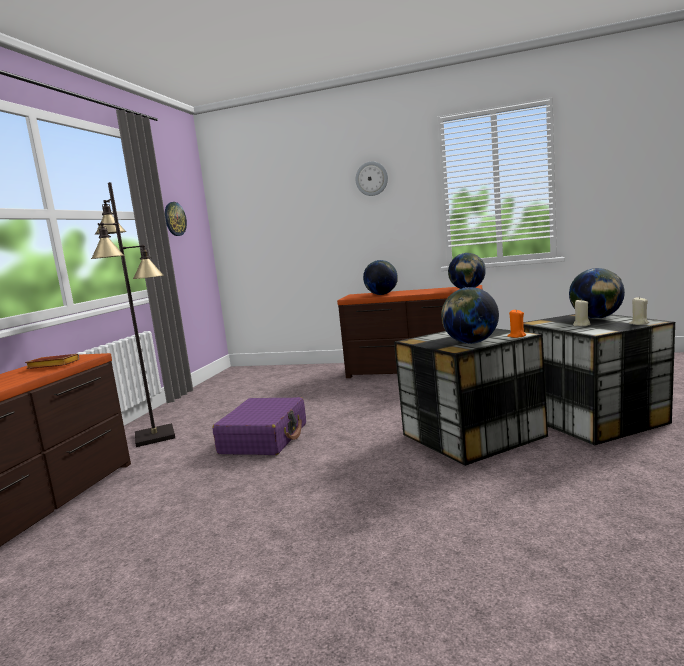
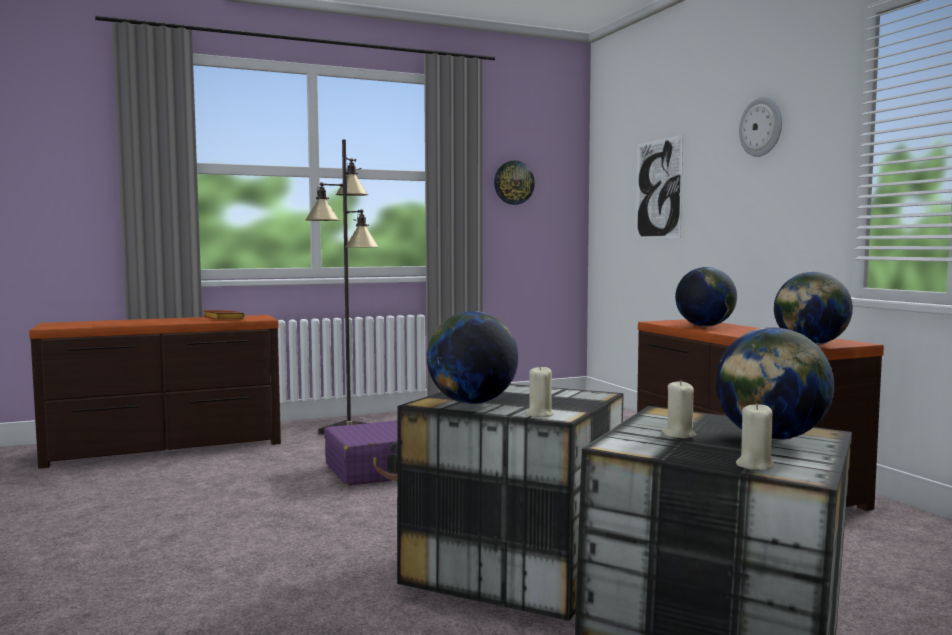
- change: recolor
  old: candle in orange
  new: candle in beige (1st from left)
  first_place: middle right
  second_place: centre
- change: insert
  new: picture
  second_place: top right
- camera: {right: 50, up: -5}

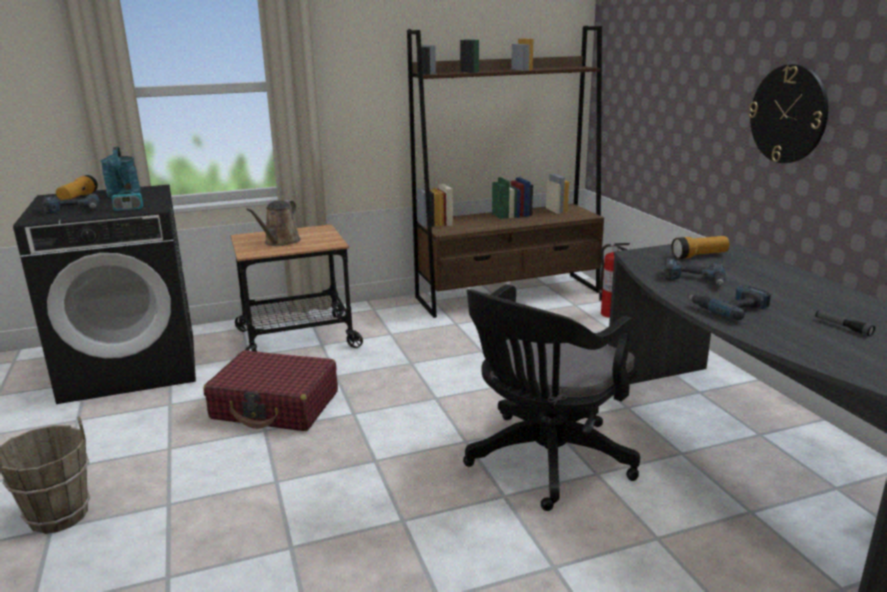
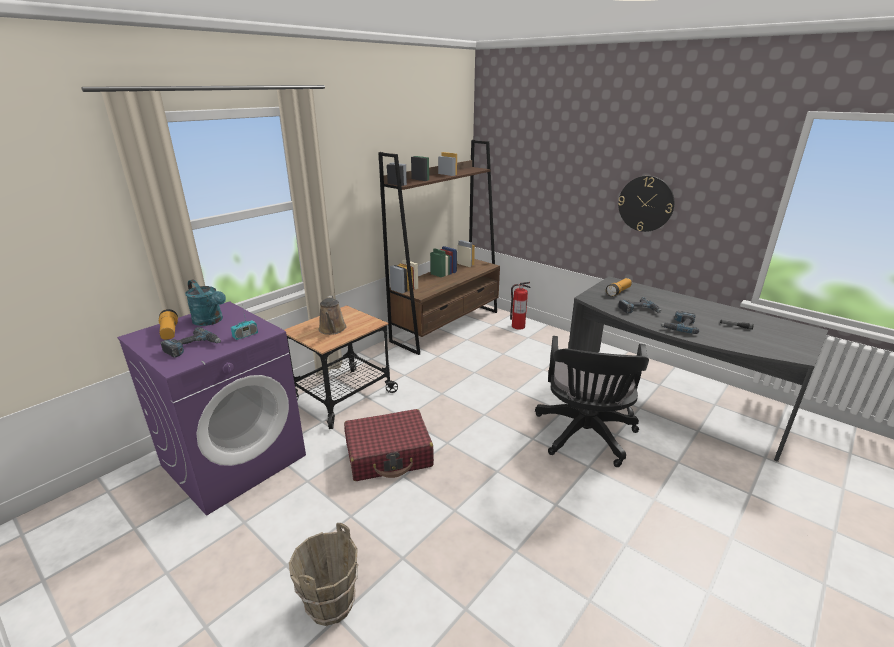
- change: recolor
  old: washing machine in black
  new: washing machine in purple
  first_place: middle left
  second_place: middle left
- camera: {right: -30, up: 5}

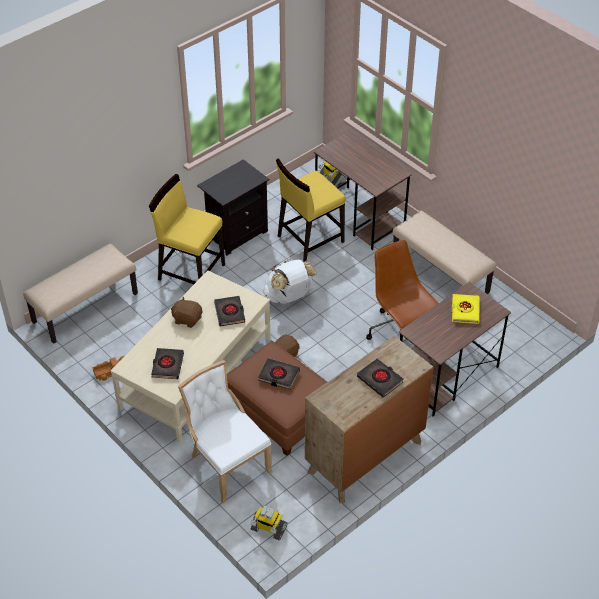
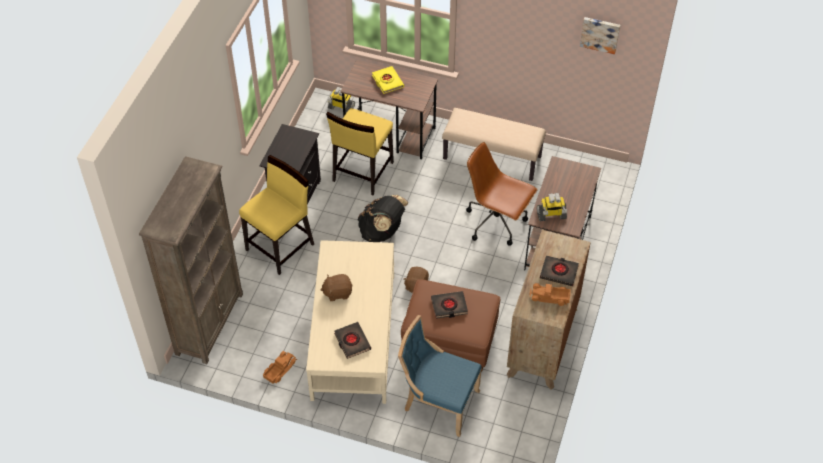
- change: replace
  old: bench in beige (1st from left)
  new: bookcase in brown
  first_place: middle left
  second_place: middle left
- change: rotate
  old: chair in yellow (1st from left)
  first_place: middle left
  second_place: centre
  degrees: 135
- change: recolor
  old: backpack in white
  new: backpack in black
  first_place: centre
  second_place: centre
- change: move
  old: book in yellow
  first_place: middle right
  second_place: top centre
- change: recolor
  old: chair in white
  new: chair in blue
  first_place: bottom centre
  second_place: bottom centre
- change: insert
  new: toy truck (2nd from left)
  second_place: middle right
- change: move
  old: toy robot (1st from left in the first image)
  new: toy robot (2nd from left)
  first_place: bottom centre
  second_place: middle right
- change: insert
  new: picture
  second_place: top right
- change: delete
  old: book in black (2nd from left)
  first_place: centre
- camera: {right: -30, up: 5}

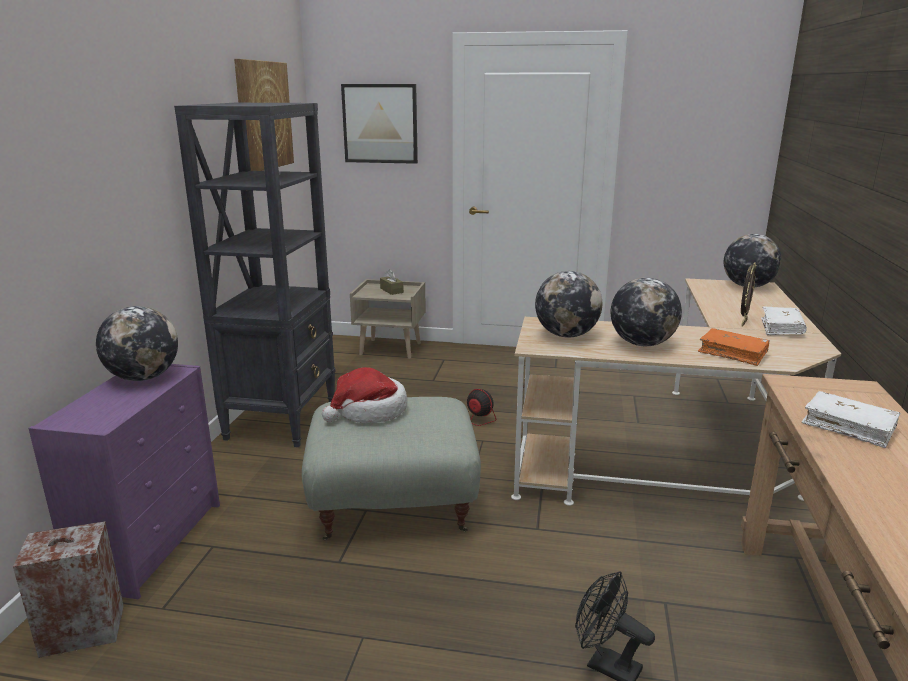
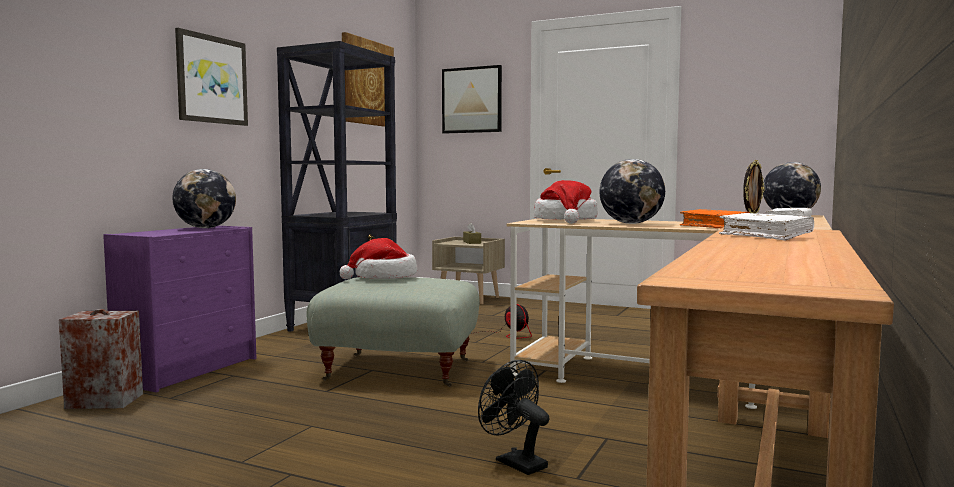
- change: insert
  new: picture (1st from left)
  second_place: top left
- change: replace
  old: globe (2nd from left)
  new: hat (2nd from left)
  first_place: centre
  second_place: centre
- camera: {right: 15, up: -15}

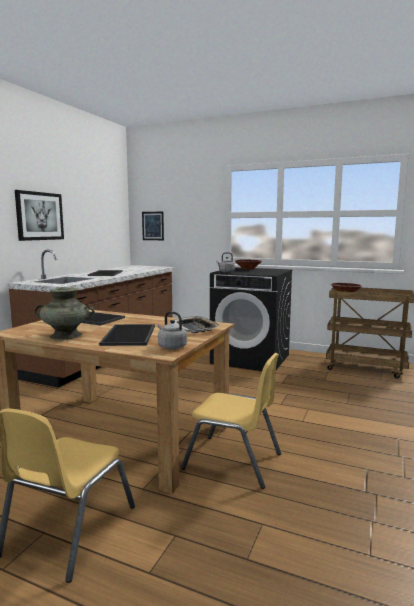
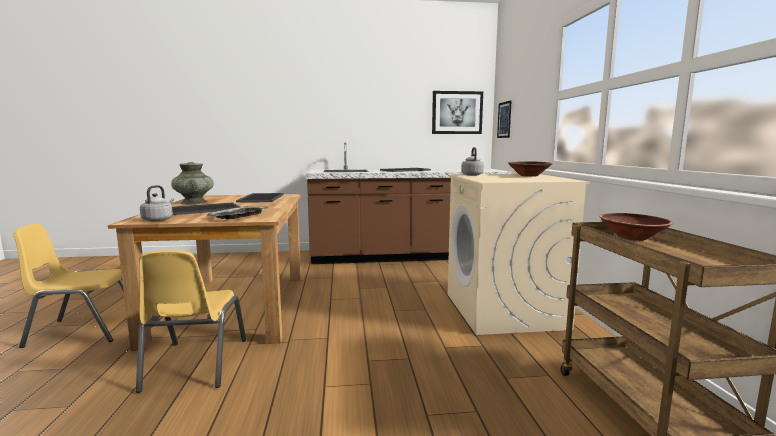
- change: move
  old: picture (1st from left)
  first_place: middle left
  second_place: top centre
- change: recolor
  old: washing machine in black
  new: washing machine in beige
  first_place: centre
  second_place: middle right
- camera: {right: 60, up: 0}

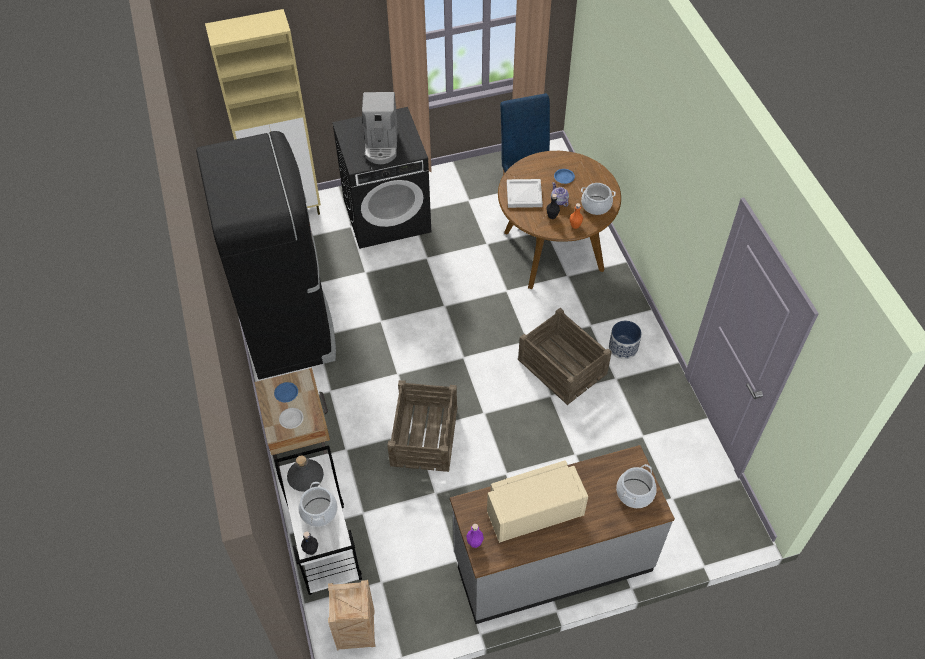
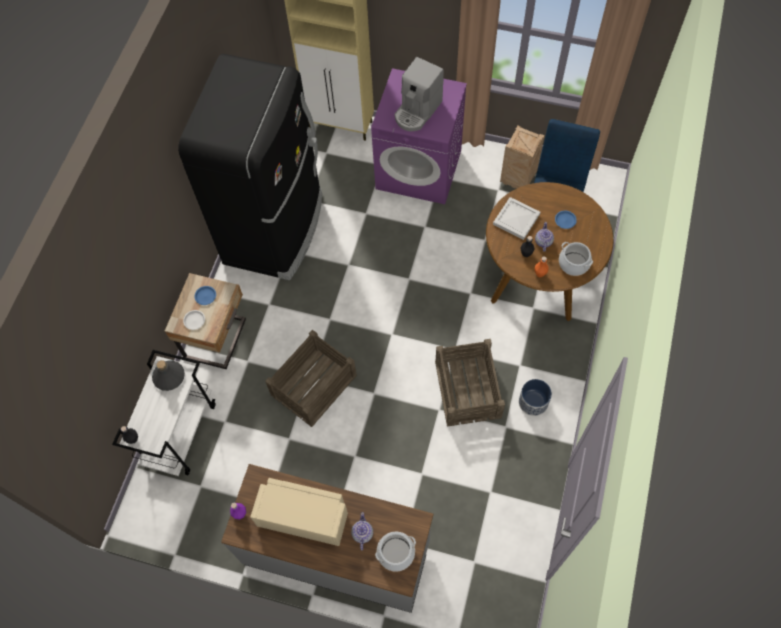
- change: insert
  new: teapot (1st from left)
  second_place: bottom centre
- change: recolor
  old: washing machine in black
  new: washing machine in purple
  first_place: top centre
  second_place: top centre
- change: move
  old: crate (1st from left in the first image)
  new: crate (3rd from left)
  first_place: bottom centre
  second_place: top right
- change: delete
  old: cooking pot (1st from left)
  first_place: bottom centre
- camera: {right: 35, up: 10}

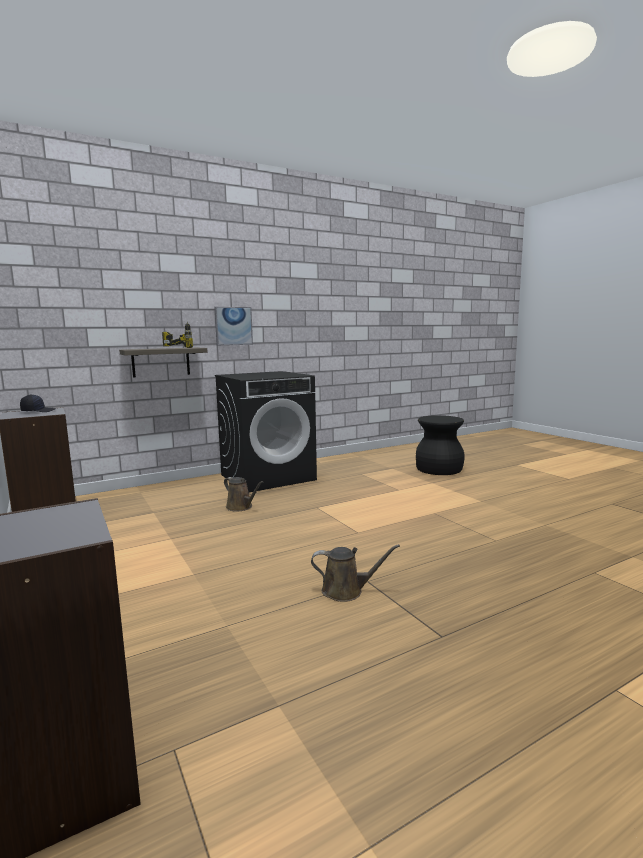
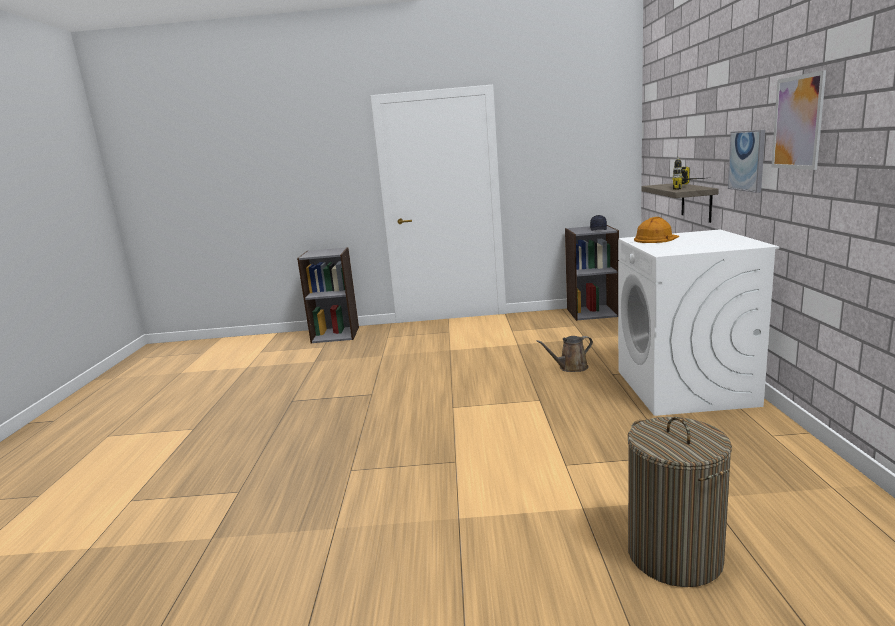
- change: recolor
  old: washing machine in black
  new: washing machine in white
  first_place: centre
  second_place: middle right
- change: replace
  old: stool in black
  new: laundry basket
  first_place: middle right
  second_place: bottom right
- change: insert
  new: hard hat in orange
  second_place: middle right
- change: insert
  new: picture (2nd from left)
  second_place: top right
- change: delete
  old: watering can in brown (2nd from left)
  first_place: bottom centre
- camera: {right: 120, up: 5}

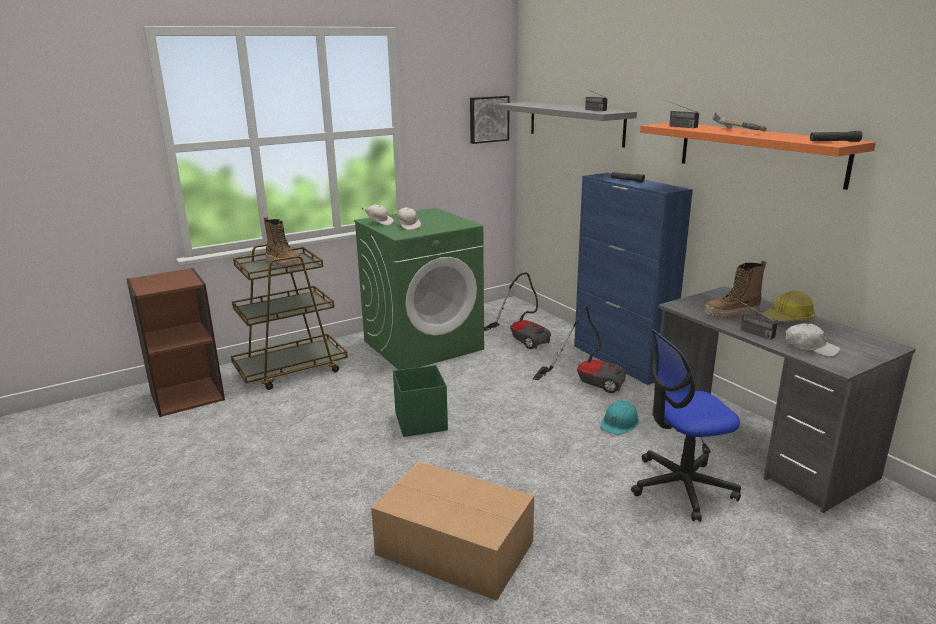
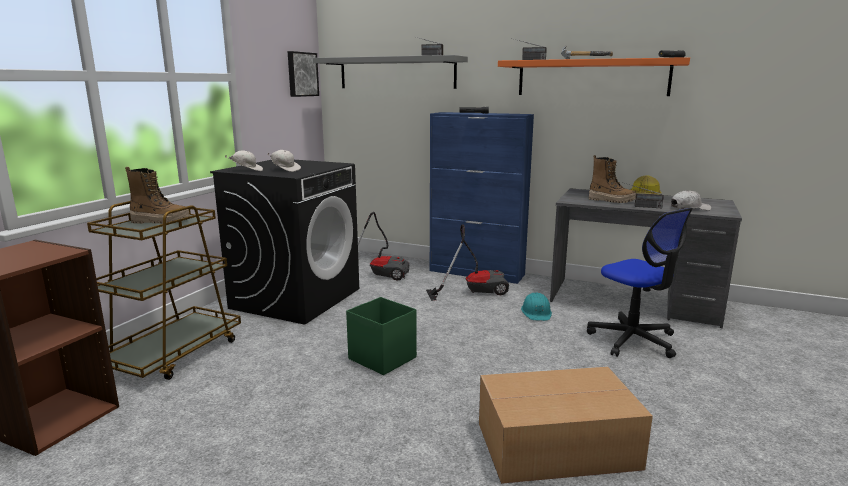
- change: recolor
  old: washing machine in green
  new: washing machine in black
  first_place: centre
  second_place: centre
- change: rotate
  old: office chair
  first_place: bottom right
  second_place: middle right
  degrees: -75
- change: rotate
  old: boot (2nd from left)
  first_place: middle right
  second_place: middle right
  degrees: -105
- camera: {right: -35, up: -5}

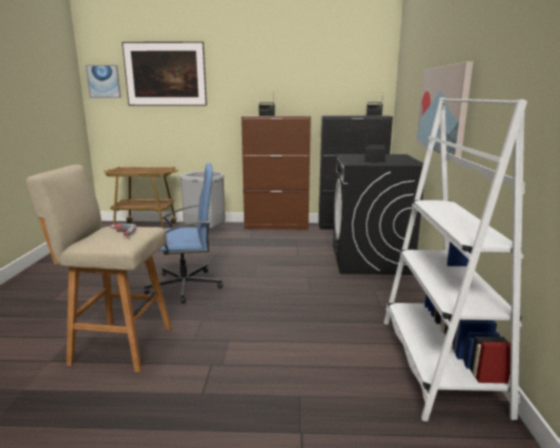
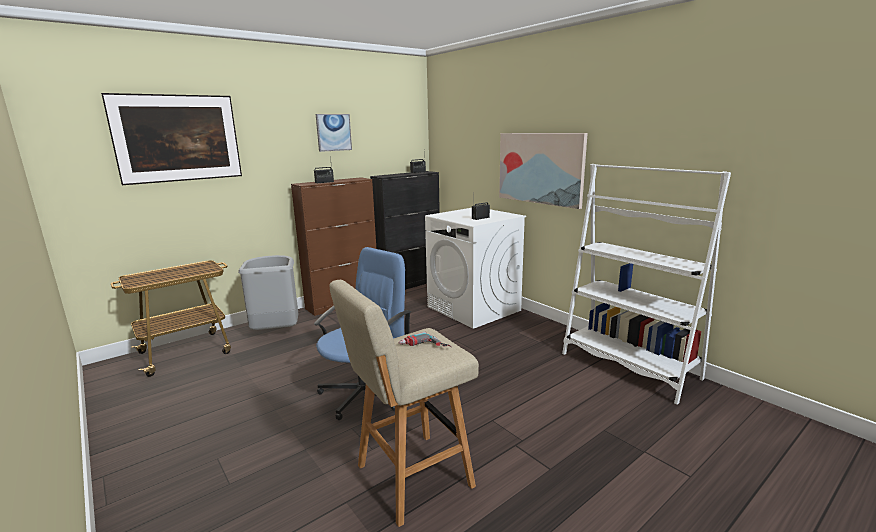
- change: move
  old: picture (1st from left in the first image)
  new: picture (2nd from left)
  first_place: top left
  second_place: top centre
- change: recolor
  old: washing machine in black
  new: washing machine in white
  first_place: middle right
  second_place: centre
- camera: {right: -40, up: 0}

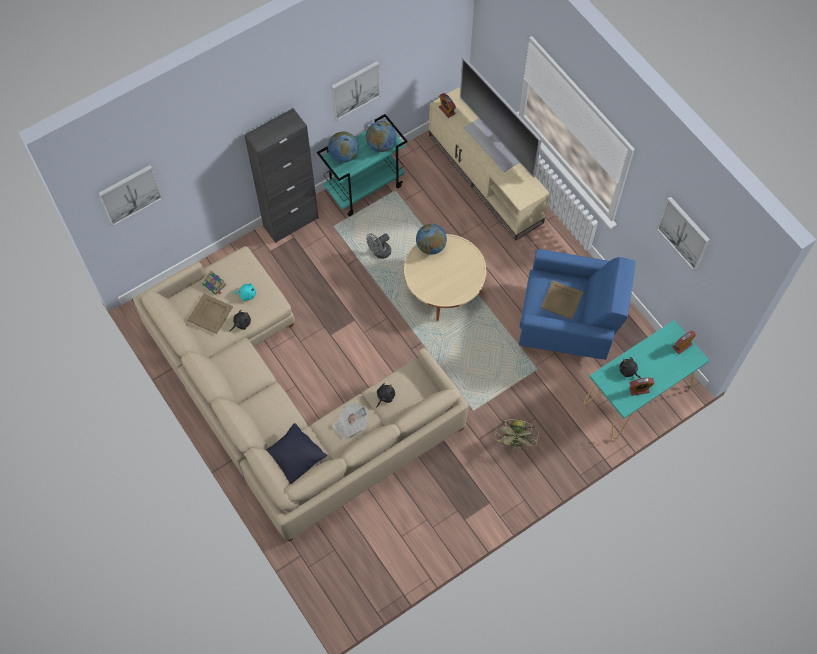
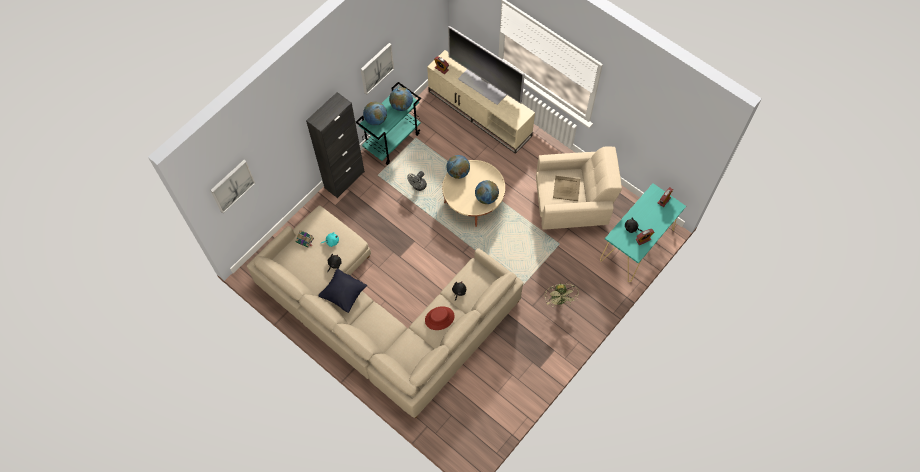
- change: move
  old: pillow in black
  first_place: bottom centre
  second_place: centre
- change: replace
  old: newspaper
  new: hat in red
  first_place: centre
  second_place: bottom centre
- change: insert
  new: globe (4th from left)
  second_place: centre
- change: recolor
  old: armchair in blue
  new: armchair in beige
  first_place: middle right
  second_place: centre
- change: delete
  old: tray in beige (1st from left)
  first_place: middle left
- change: delete
  old: picture (3rd from left)
  first_place: middle right
- camera: {right: -15, up: 0}

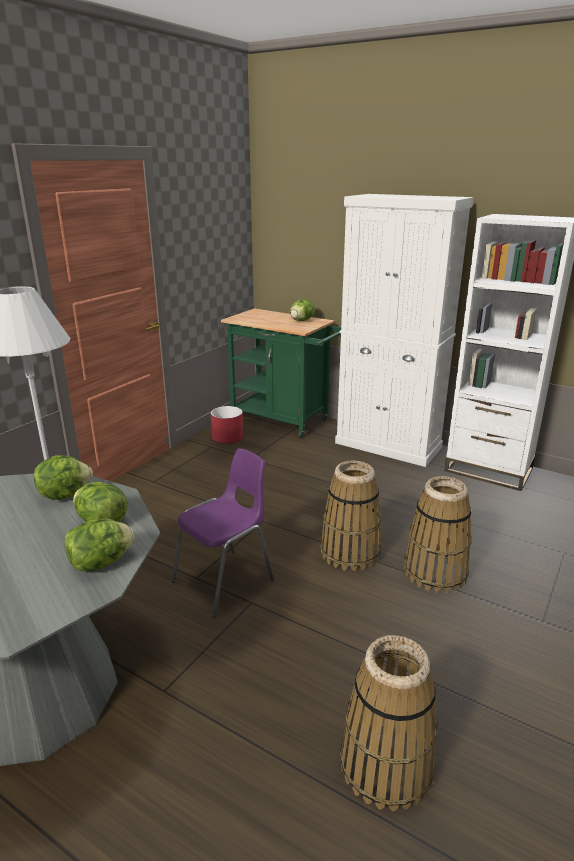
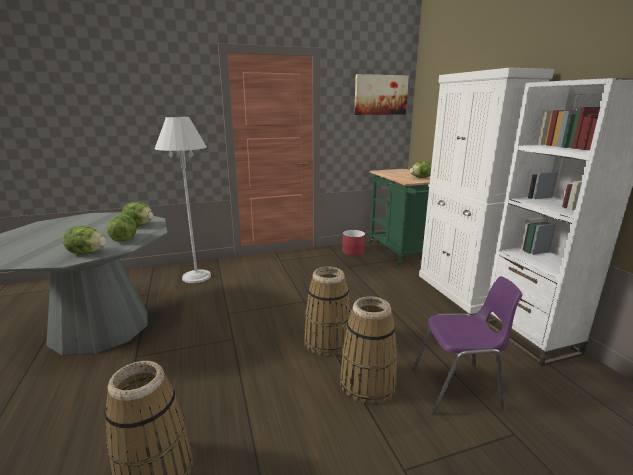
- change: insert
  new: picture
  second_place: top centre
- change: move
  old: chair in purple
  first_place: centre
  second_place: bottom right
- camera: {right: 40, up: -5}

